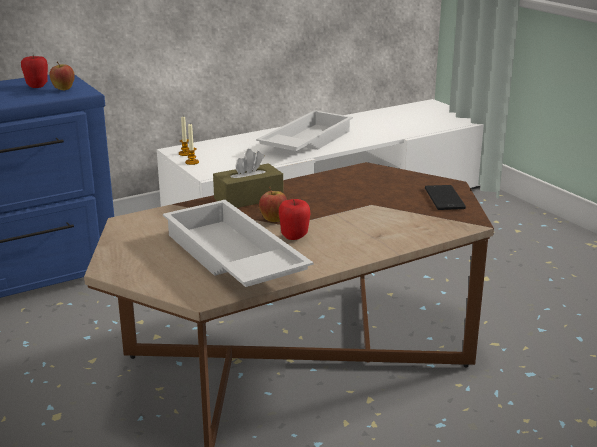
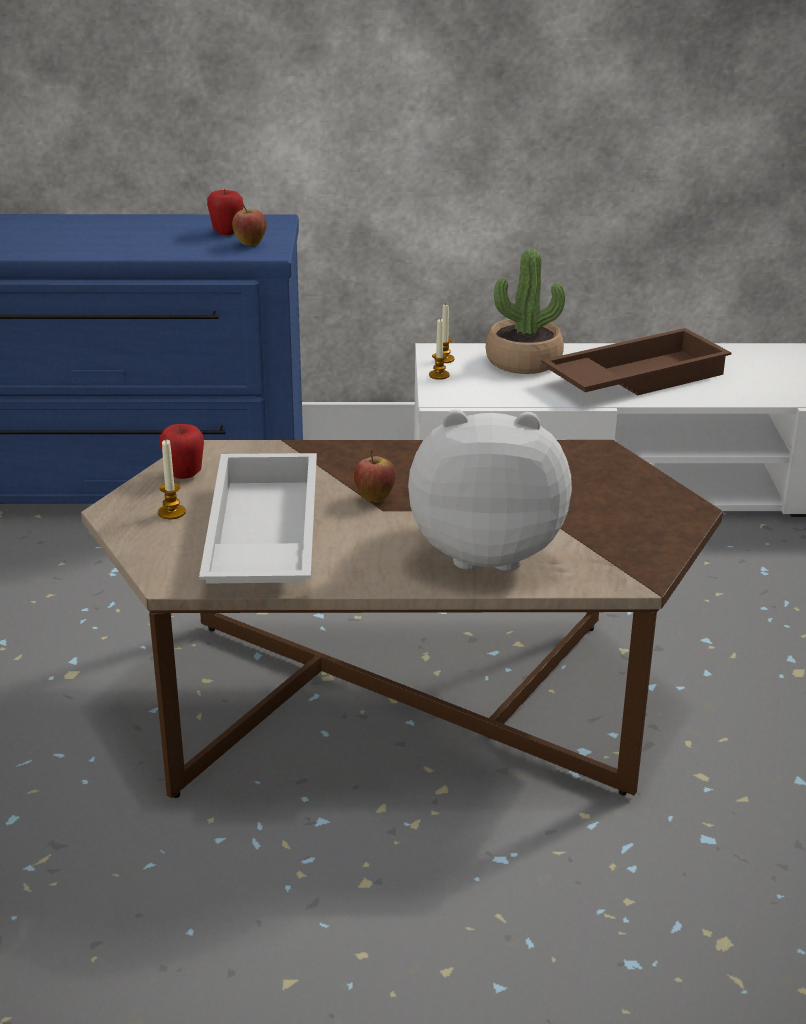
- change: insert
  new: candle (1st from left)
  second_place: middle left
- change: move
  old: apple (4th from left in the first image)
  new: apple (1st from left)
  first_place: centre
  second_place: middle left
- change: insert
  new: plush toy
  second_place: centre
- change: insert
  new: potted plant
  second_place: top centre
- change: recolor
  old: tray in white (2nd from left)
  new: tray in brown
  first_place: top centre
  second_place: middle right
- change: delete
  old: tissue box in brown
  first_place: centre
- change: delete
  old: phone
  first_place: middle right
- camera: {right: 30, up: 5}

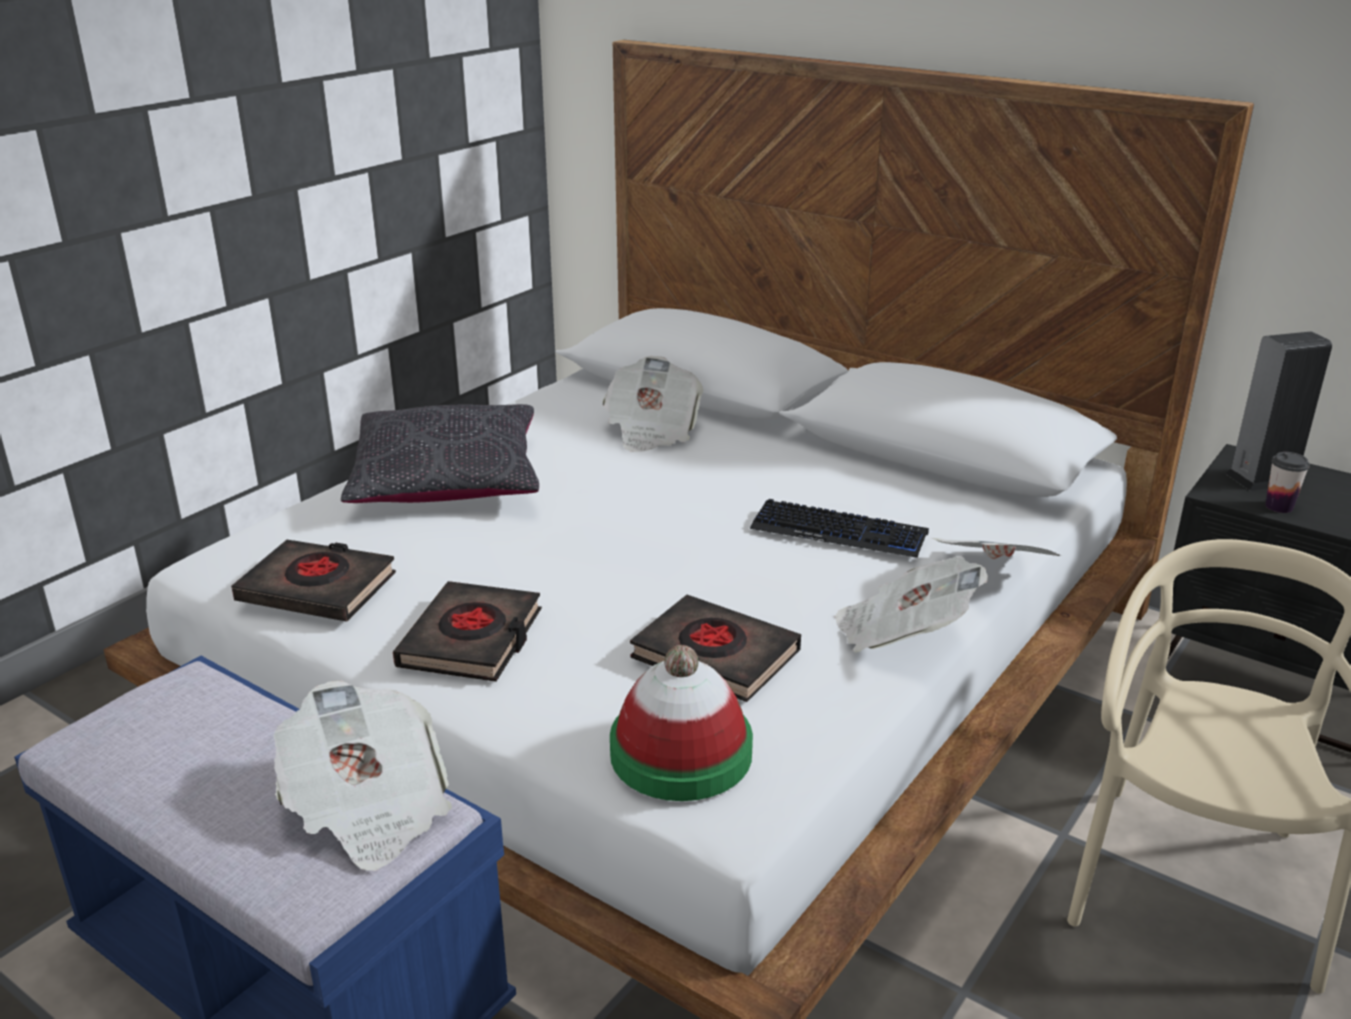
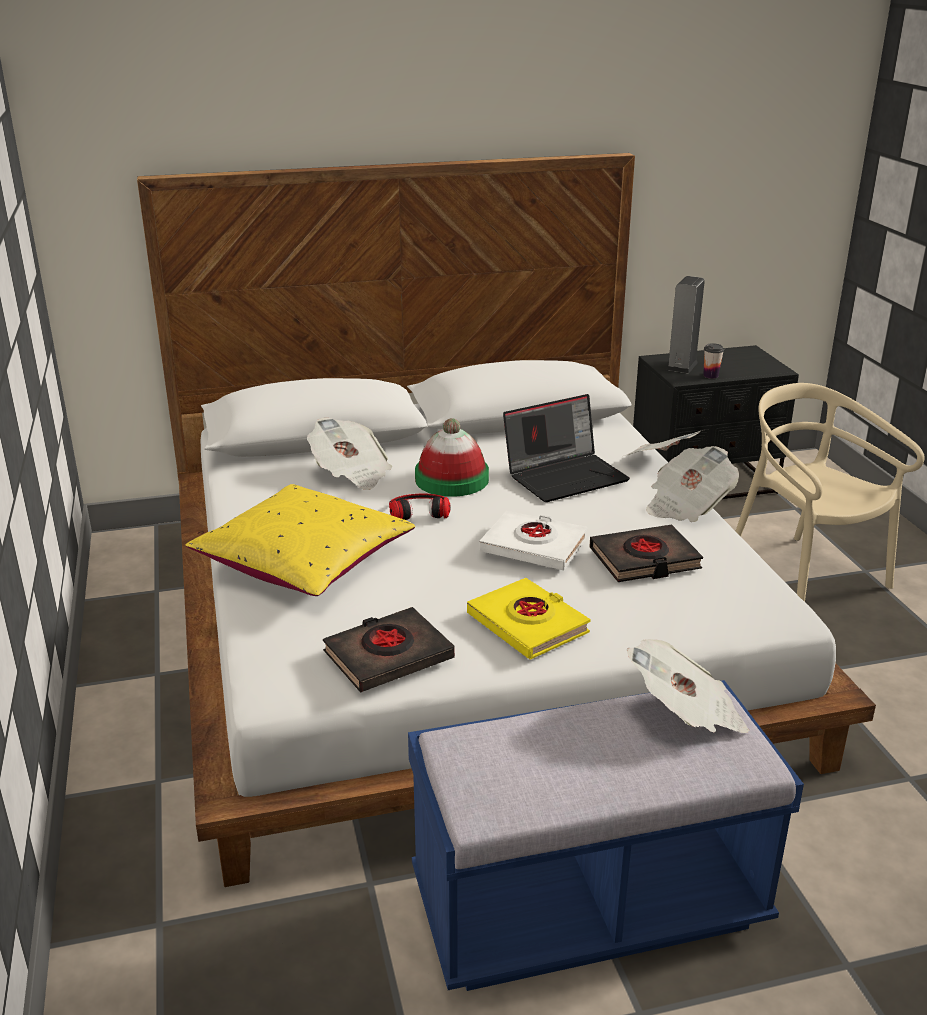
- change: recolor
  old: pillow in black
  new: pillow in yellow
  first_place: middle left
  second_place: middle left
- change: insert
  new: headphones
  second_place: centre
- change: move
  old: hat
  first_place: bottom centre
  second_place: centre
- change: recolor
  old: book in black (2nd from left)
  new: book in yellow
  first_place: centre
  second_place: centre
- change: insert
  new: book in white
  second_place: centre
- change: replace
  old: keyboard
  new: laptop
  first_place: centre
  second_place: centre
- camera: {right: -50, up: 0}

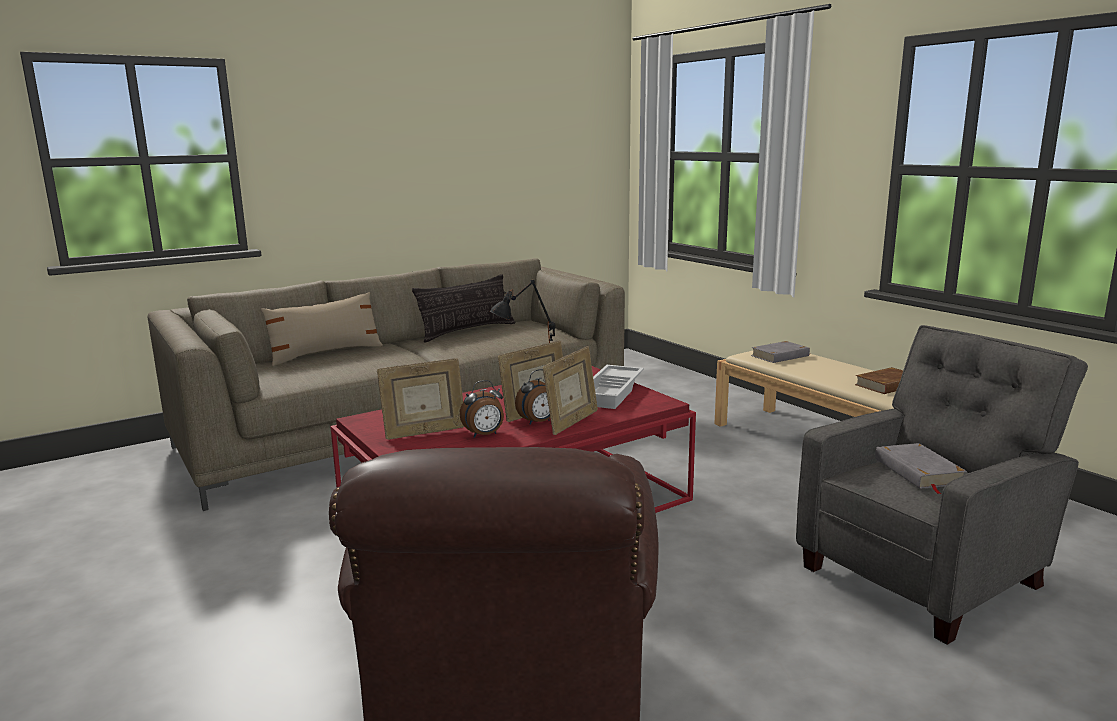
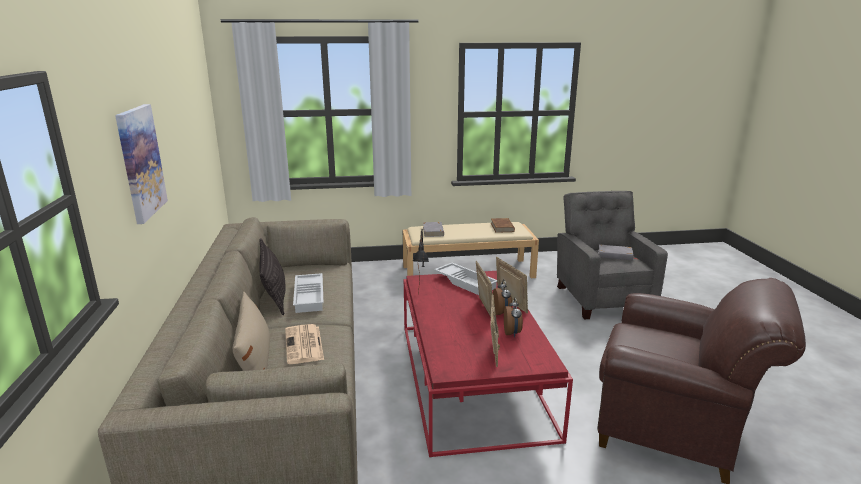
- change: insert
  new: picture
  second_place: middle left
- change: insert
  new: newspaper
  second_place: bottom centre
- change: insert
  new: tray in white (1st from left)
  second_place: centre
- camera: {right: -65, up: 5}

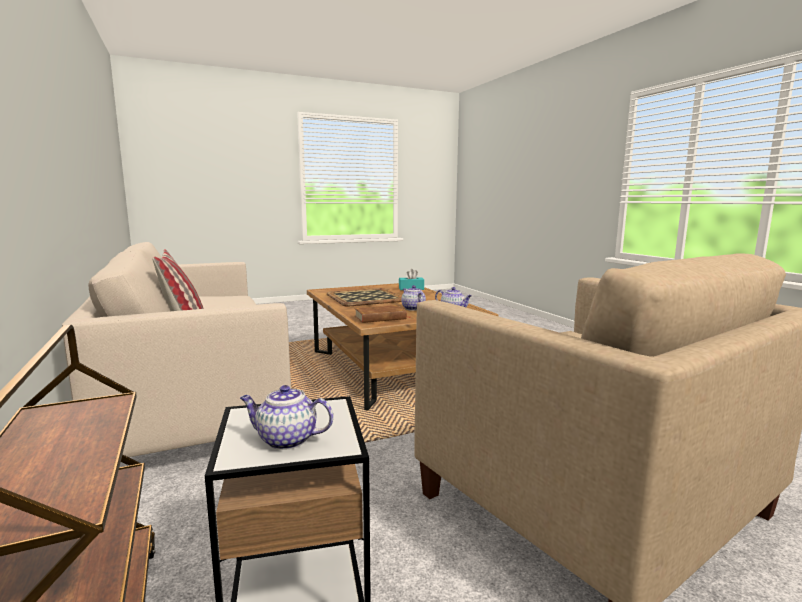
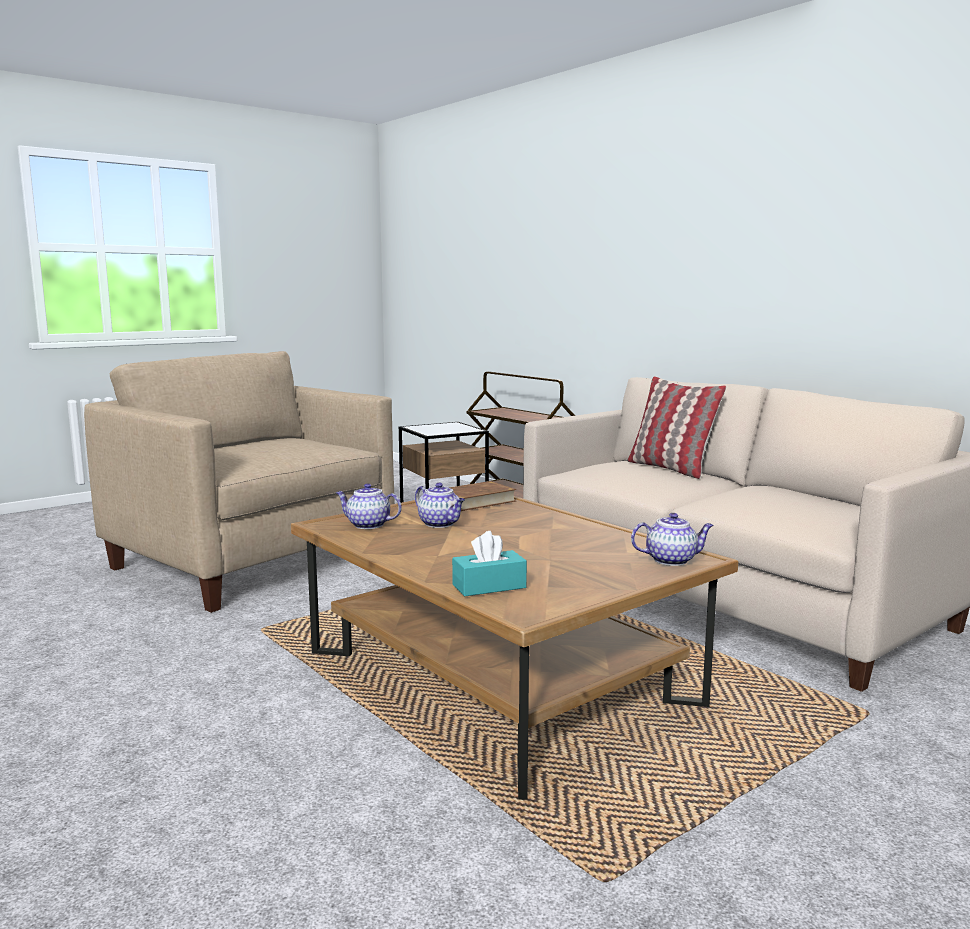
- change: move
  old: teapot (1st from left in the first image)
  new: teapot (3rd from left)
  first_place: bottom centre
  second_place: middle right
- change: delete
  old: tray
  first_place: centre
- camera: {right: 165, up: 0}

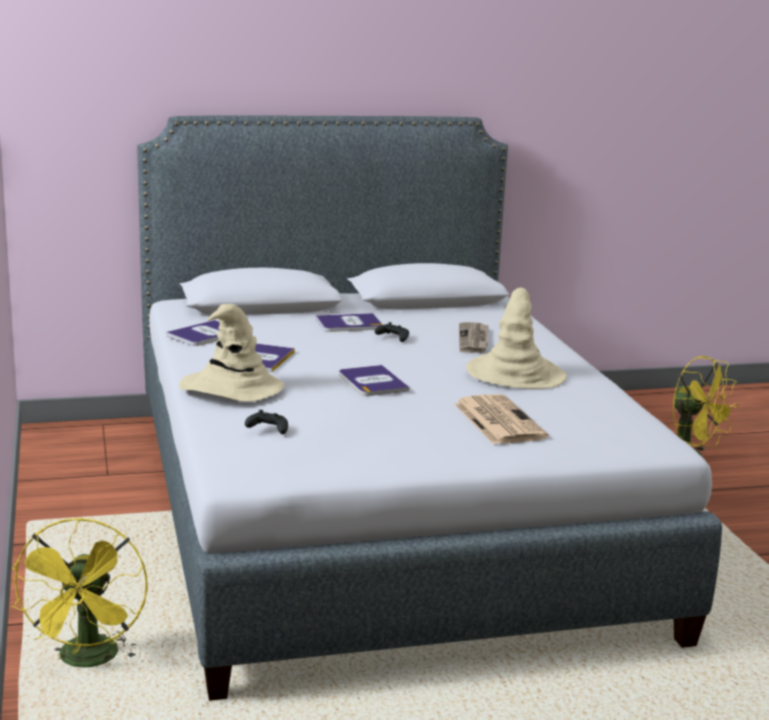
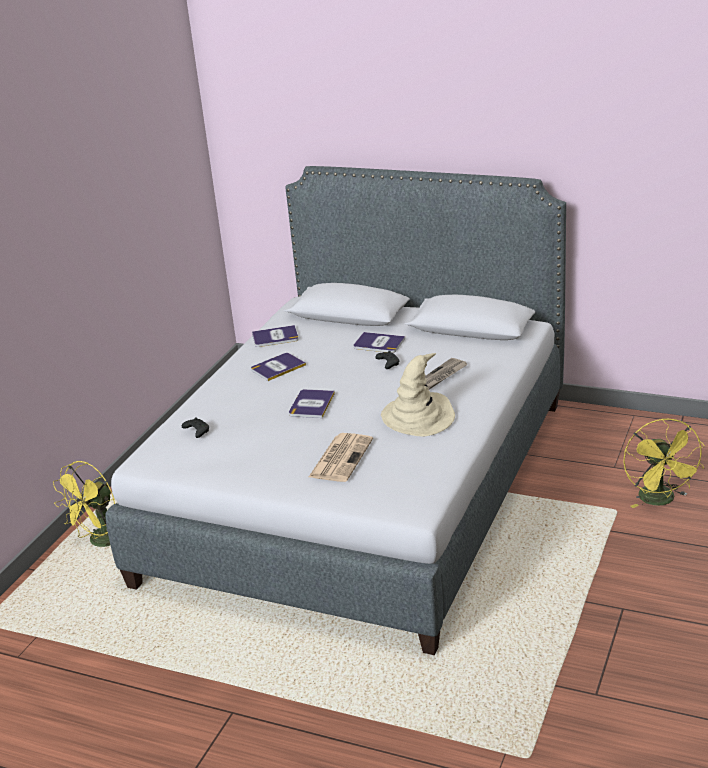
- change: delete
  old: hat in beige (1st from left)
  first_place: middle left
- camera: {right: 40, up: 10}

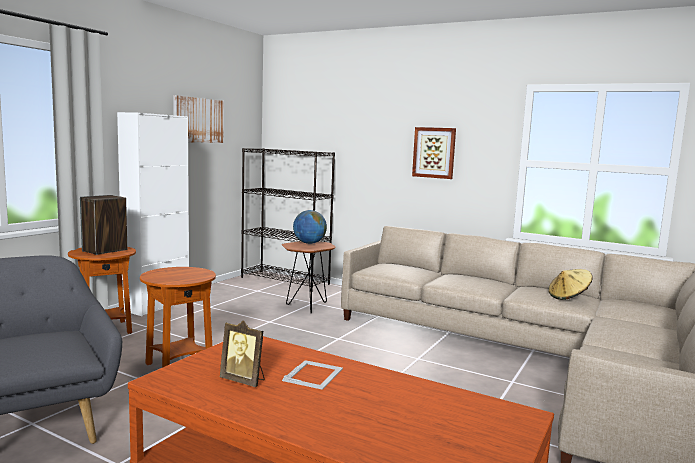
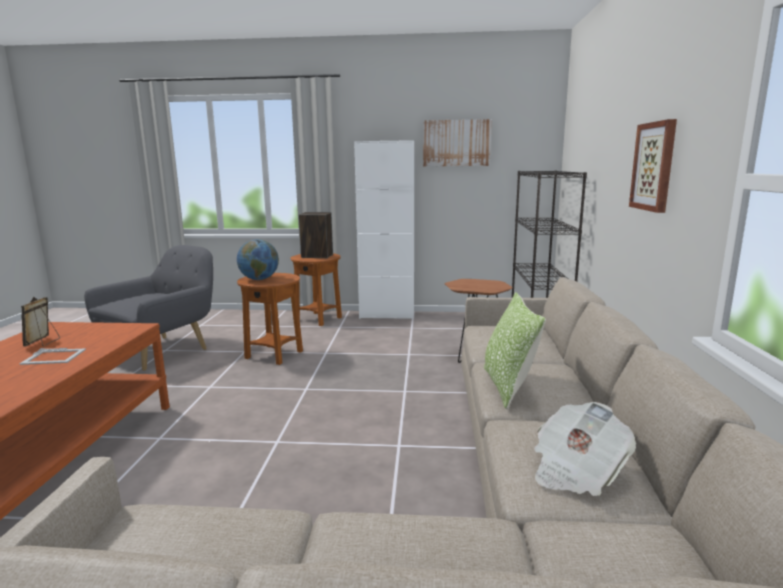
- change: move
  old: globe
  first_place: centre
  second_place: middle left
- change: insert
  new: pillow
  second_place: centre
- change: replace
  old: hat in beige
  new: newspaper
  first_place: middle right
  second_place: bottom right
- camera: {right: 65, up: 5}

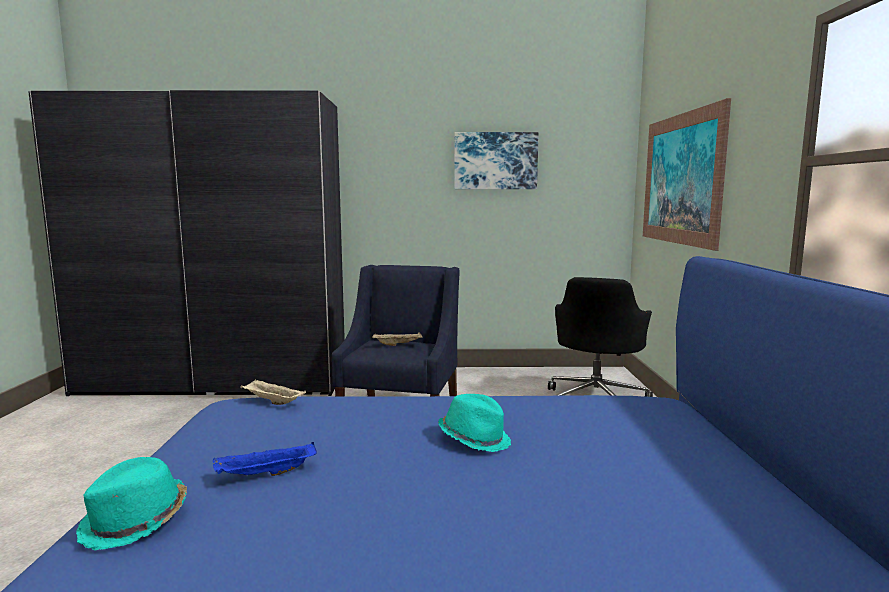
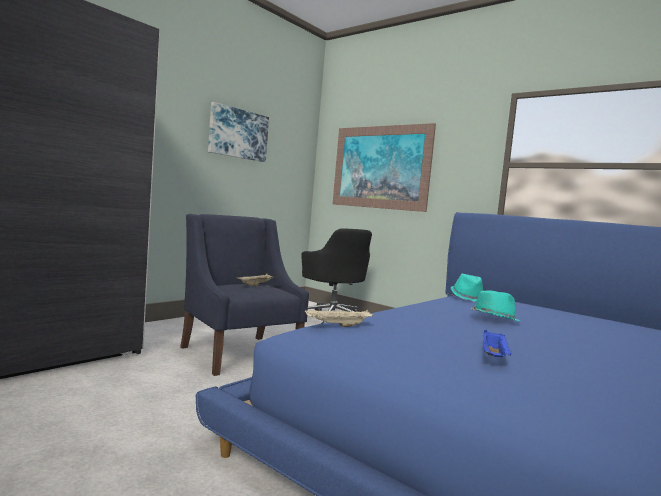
- change: move
  old: hat in turquoise (1st from left)
  first_place: bottom left
  second_place: middle right
- camera: {right: -50, up: -5}

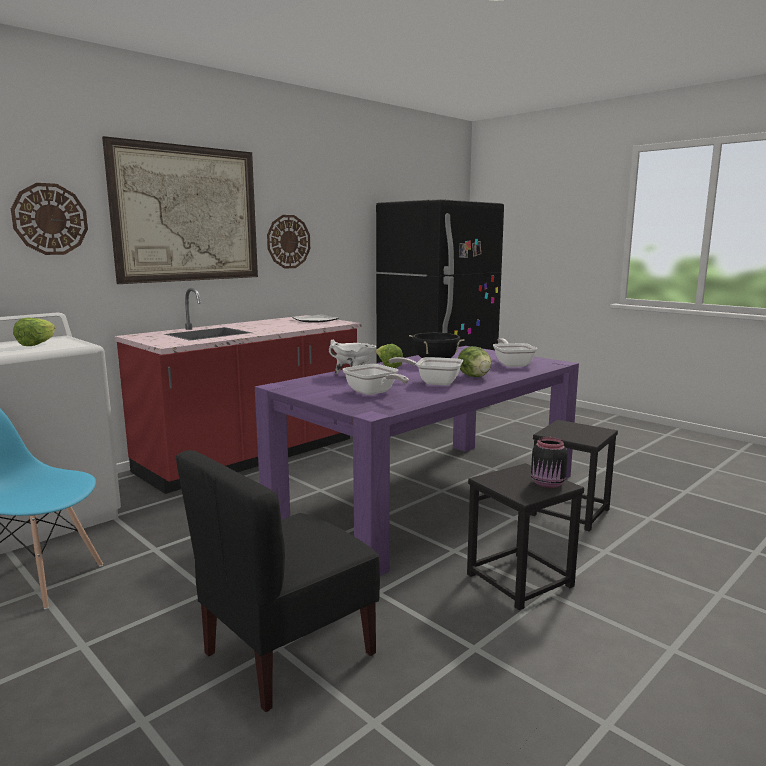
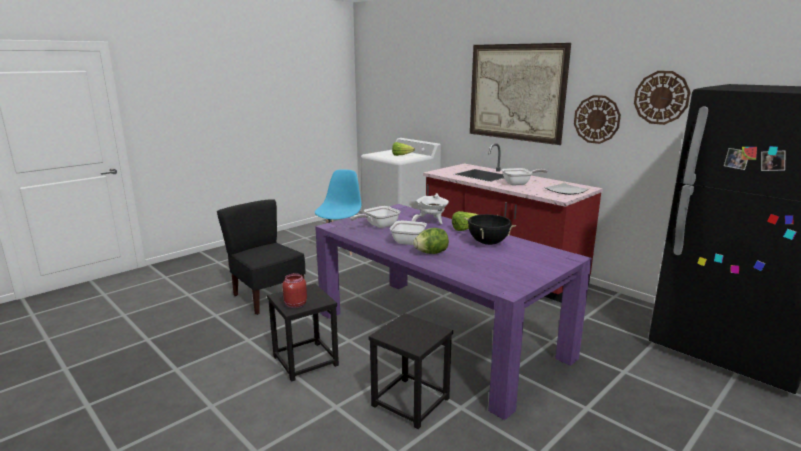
- change: recolor
  old: jar in black
  new: jar in red
  first_place: middle right
  second_place: centre
- change: move
  old: frying pan (3rd from left)
  first_place: middle right
  second_place: centre
- change: move
  old: wall clock (1st from left in the first image)
  new: wall clock (2nd from left)
  first_place: top left
  second_place: top right
- camera: {right: 90, up: 5}

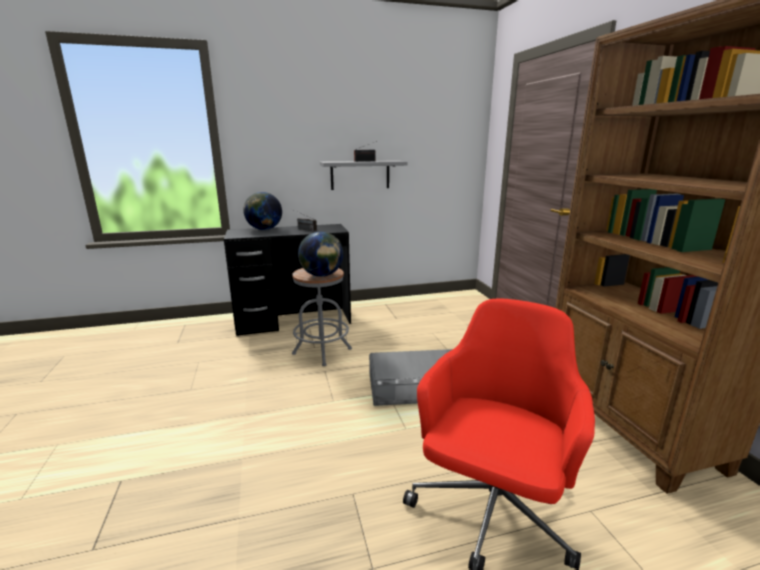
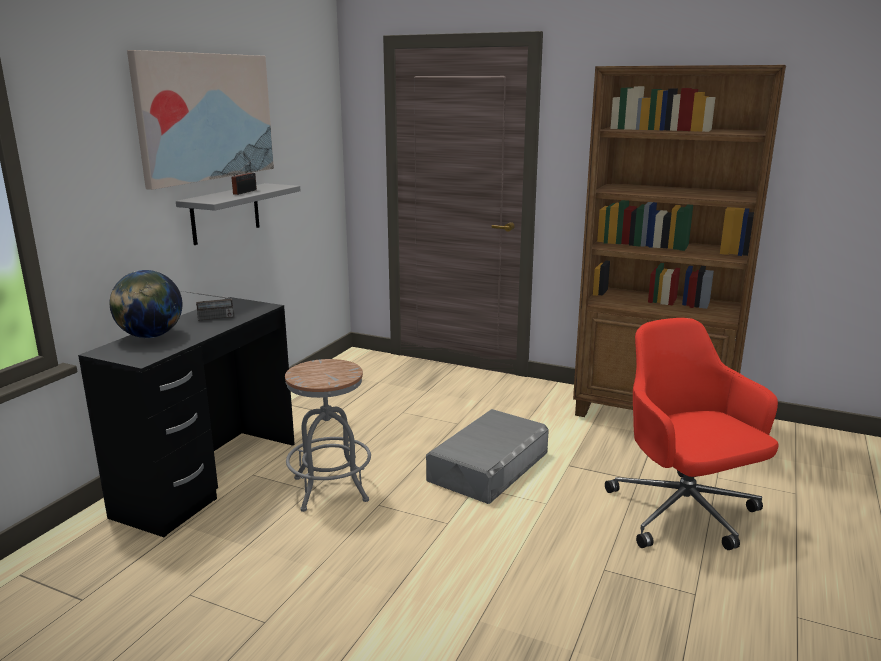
- change: insert
  new: picture
  second_place: top left
- change: delete
  old: globe (2nd from left)
  first_place: centre
- camera: {right: -50, up: 0}

